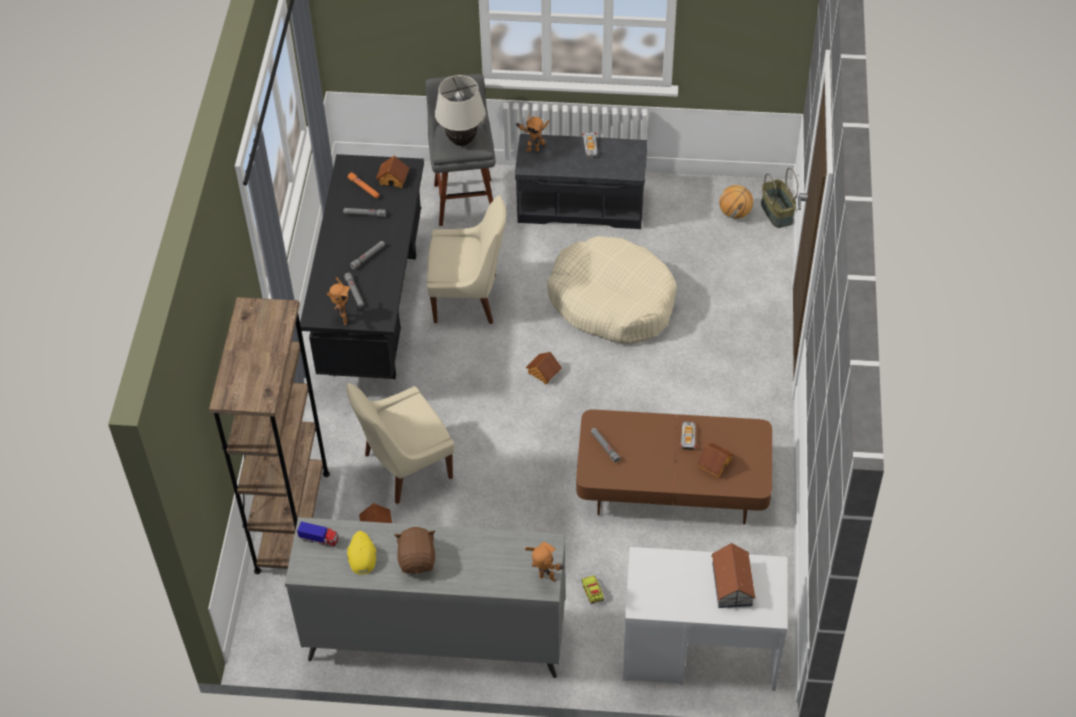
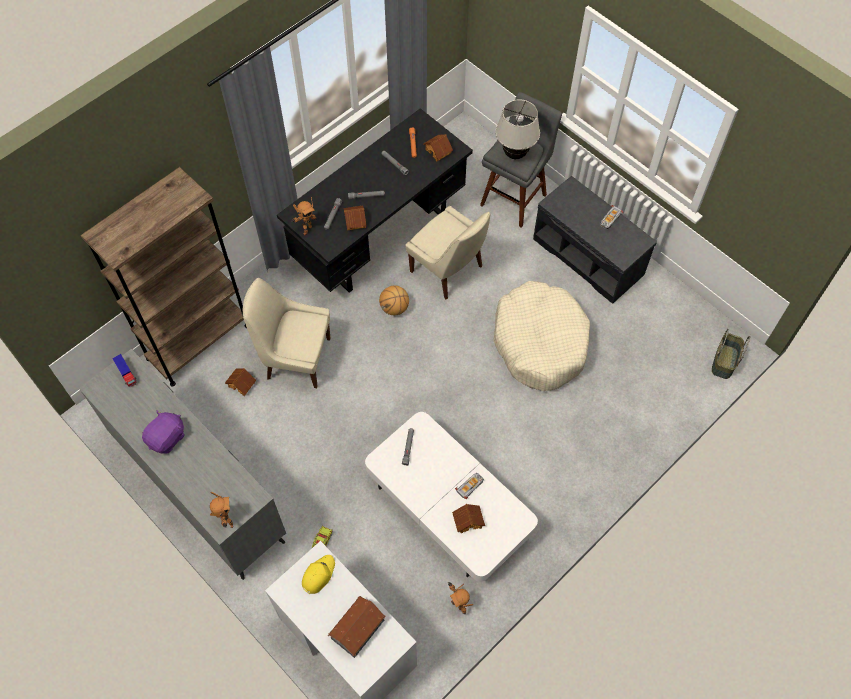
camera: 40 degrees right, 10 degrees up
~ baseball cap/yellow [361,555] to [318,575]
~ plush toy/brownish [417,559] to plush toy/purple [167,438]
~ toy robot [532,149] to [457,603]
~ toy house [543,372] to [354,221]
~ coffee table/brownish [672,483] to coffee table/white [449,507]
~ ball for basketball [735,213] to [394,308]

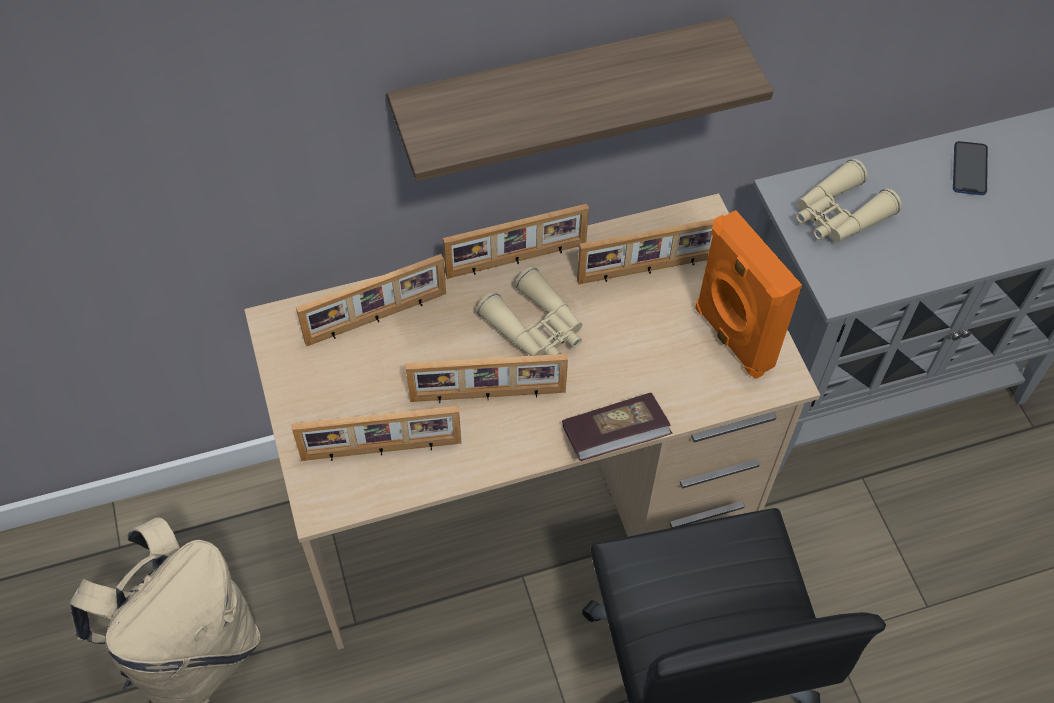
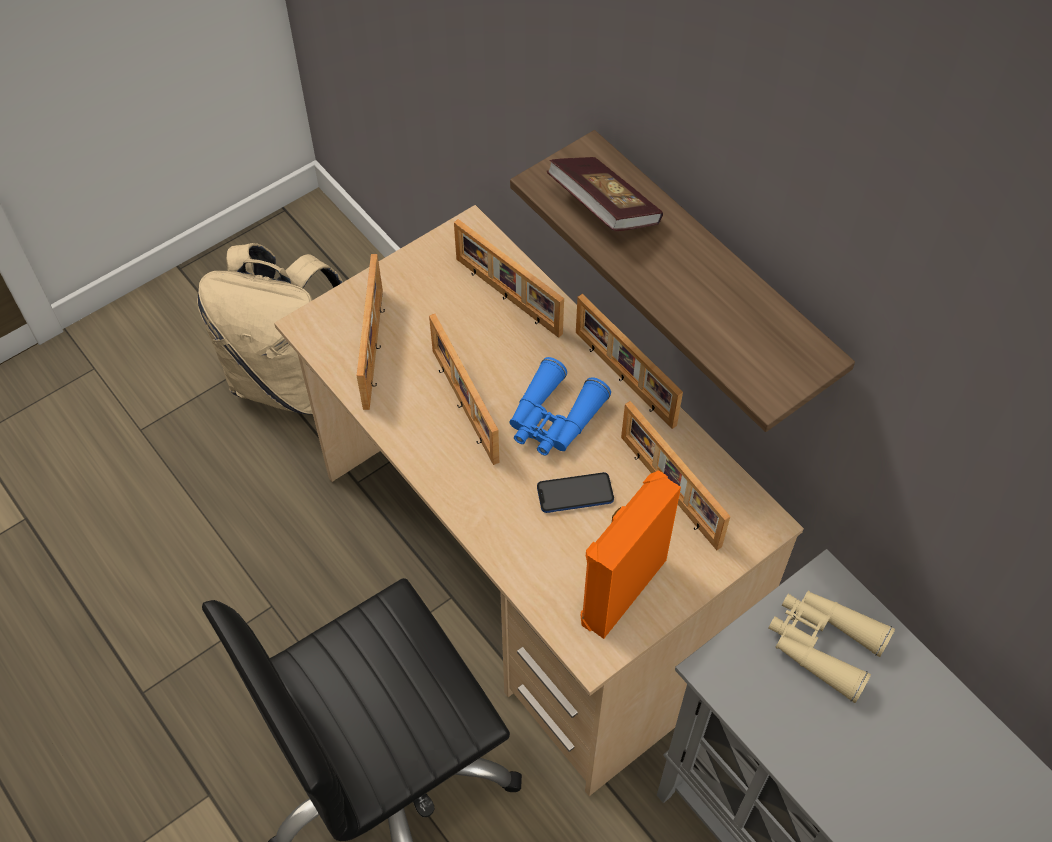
camera: 70 degrees right, 0 degrees up
~ picture frame [381,451] = [375,348] 150 degrees counterclockwise
~ pair of binoculars/beige [536,328] to pair of binoculars/blue-coloured [553,419]
~ bound book [614,437] to [603,209]
~ handset [969,169] to [575,494]

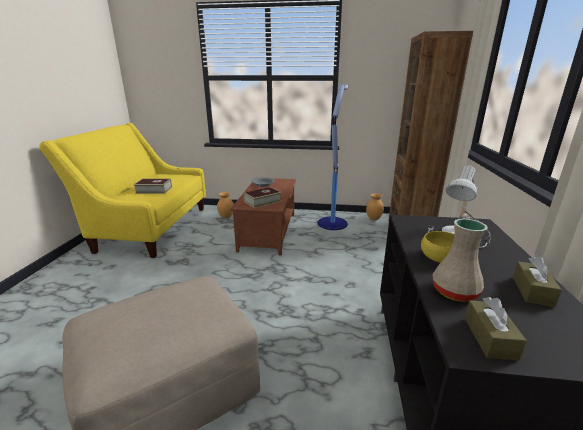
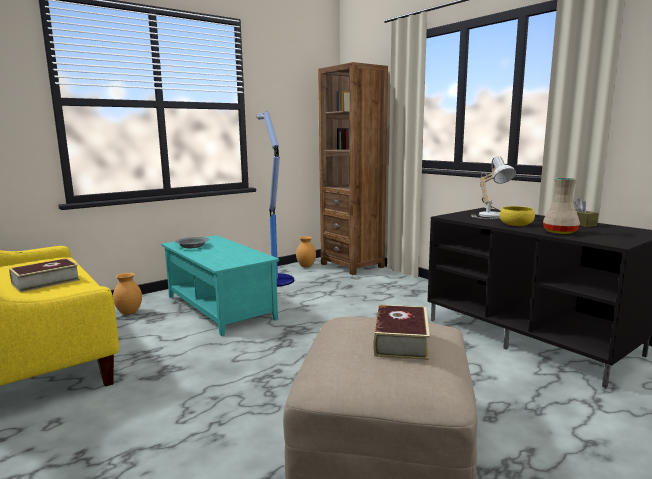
camera: 45 degrees left, 10 degrees down
~ coffee table/brownish [267,231] to coffee table/turquoise [218,307]
~ bound book [262,201] to [401,341]
- tissue holder/brownish [489,338]

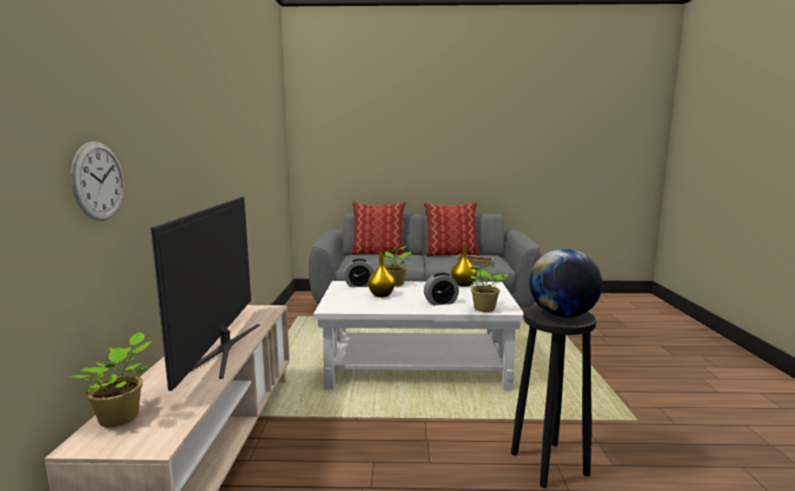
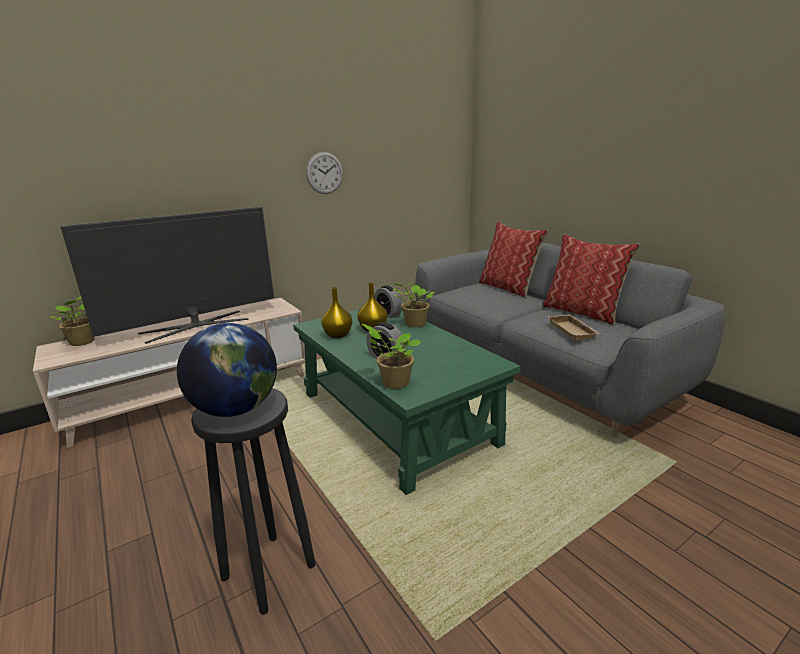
camera: 55 degrees right, 10 degrees up
~ clock on the wall [98,181] to [324,173]
~ coffee table/white [417,365] to coffee table/green [396,418]
~ vase/yellow [463,284] to [338,335]

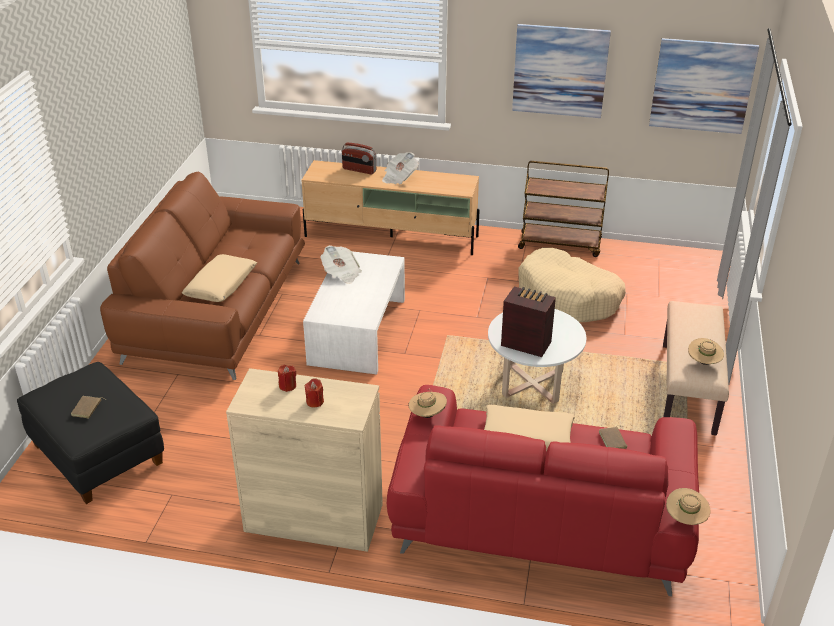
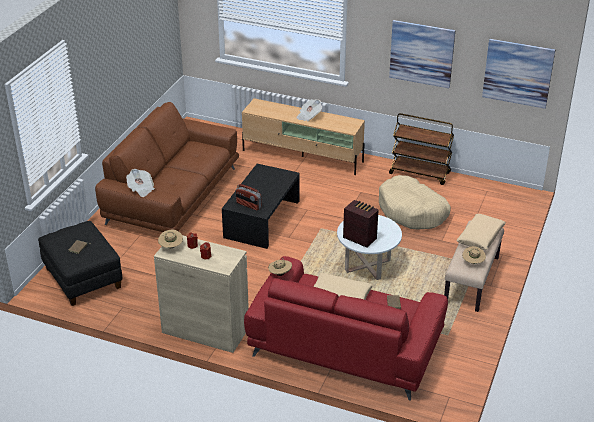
camera: 10 degrees right, 0 degrees up
~ cushion/beige [221,285] to [480,237]
~ coffee table/white [357,331] to coffee table/blackish [261,219]
~ daily paper [341,273] to [141,189]
~ radio set [359,170] to [248,205]
~ hat/beige [685,518] to [171,246]

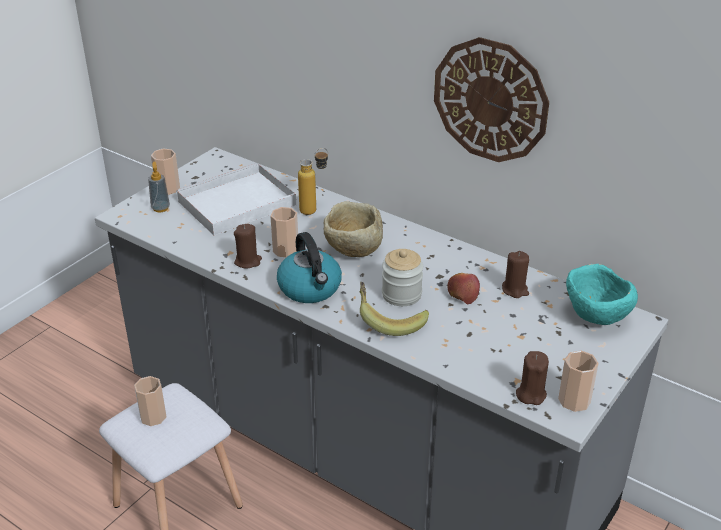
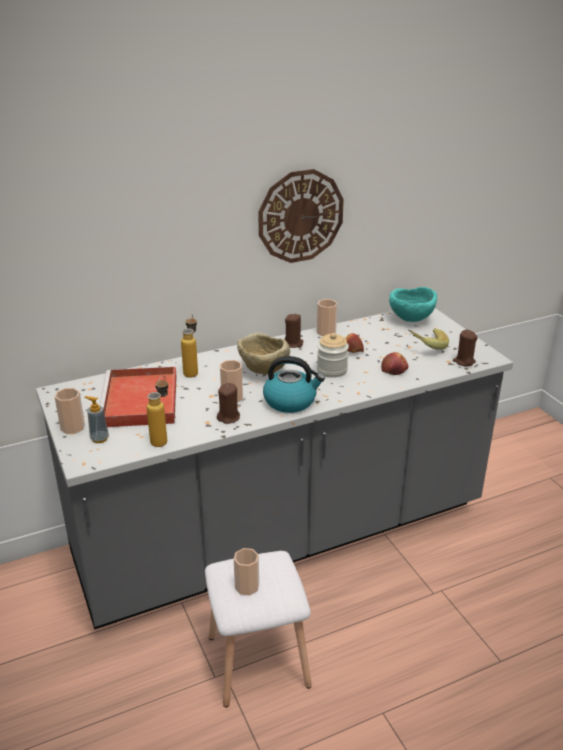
camera: 60 degrees left, 5 degrees down
~ carrying tray/white [235,204] to carrying tray/reddish [141,401]
~ banana [390,320] to [426,346]
~ candle/brownish [515,290] to [293,343]
~ small cup [574,400] to [326,332]
+ bottle [162,439]
+ whole apple [394,369]

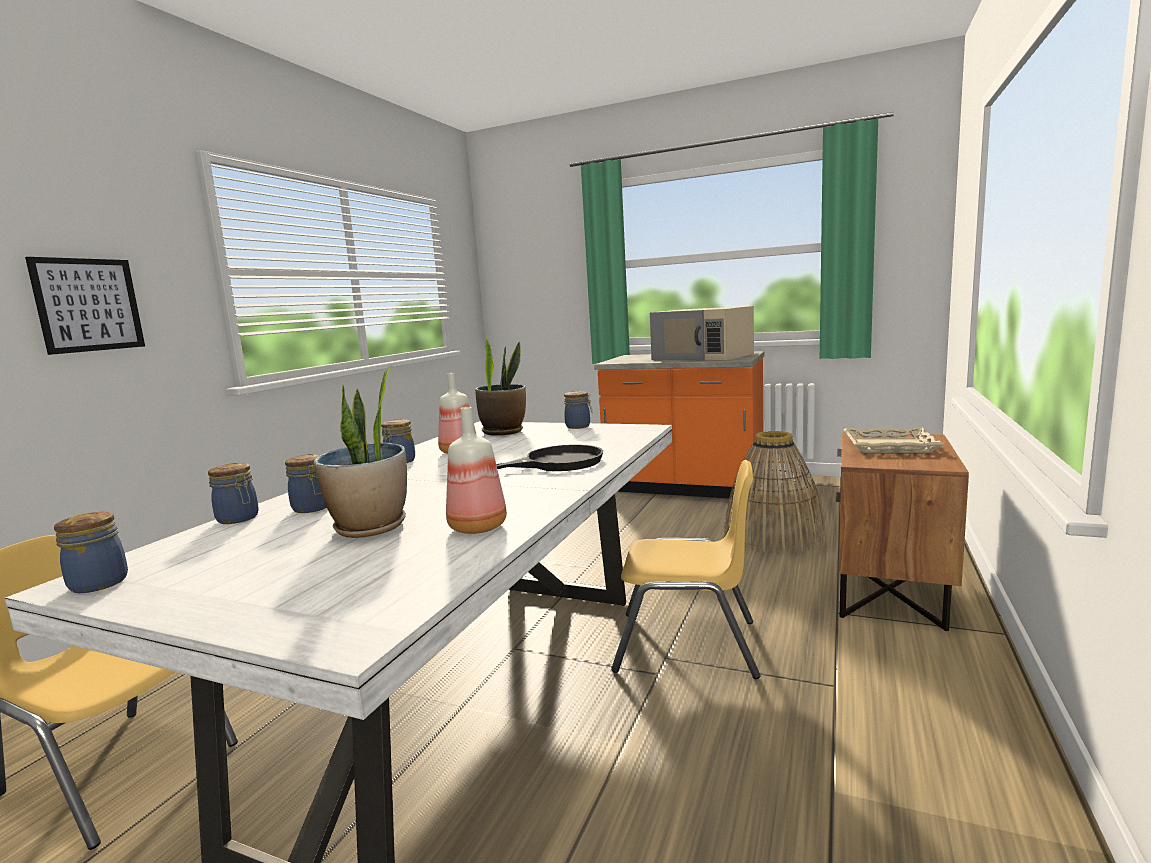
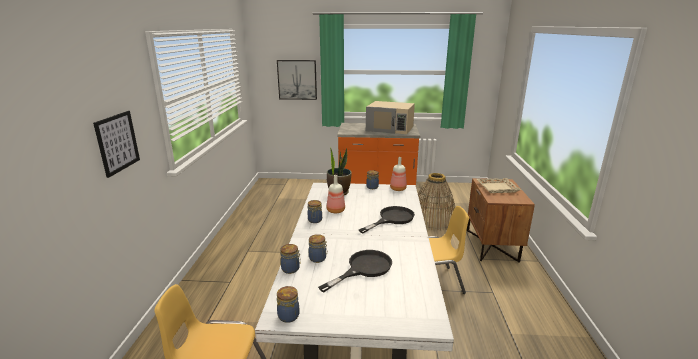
camera: 20 degrees left, 10 degrees up
~ houseplant [371,527] to pan/blackish [363,268]
~ bottle [476,527] to [397,189]
+ wall picture [297,79]

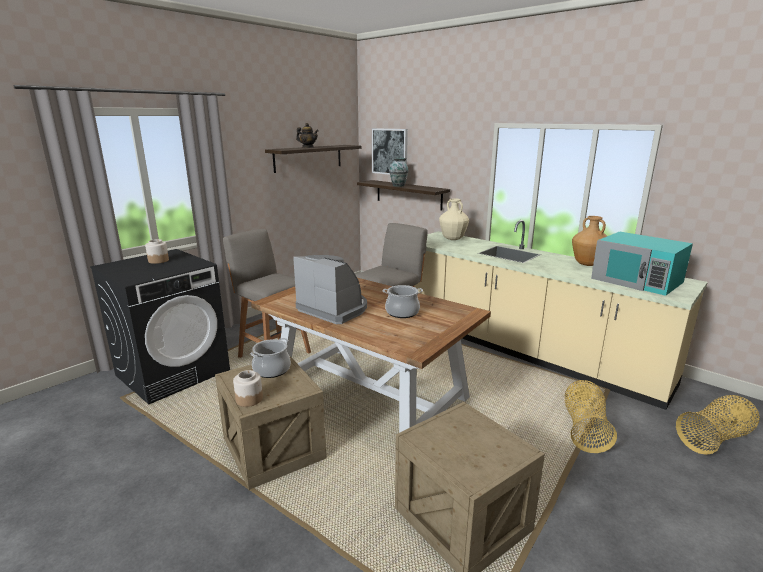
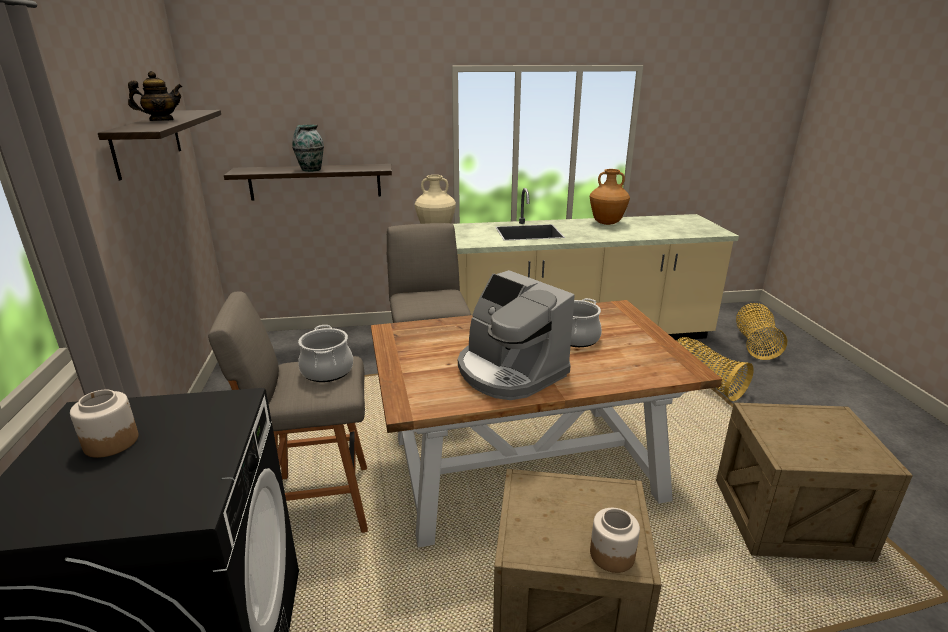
camera: 50 degrees left, 5 degrees up
~ saucepot [271,370] to [327,371]
~ coffee maker [334,309] = [509,371] 120 degrees counterclockwise
- wall picture [390,151]
- microwave/turquoise [637,280]

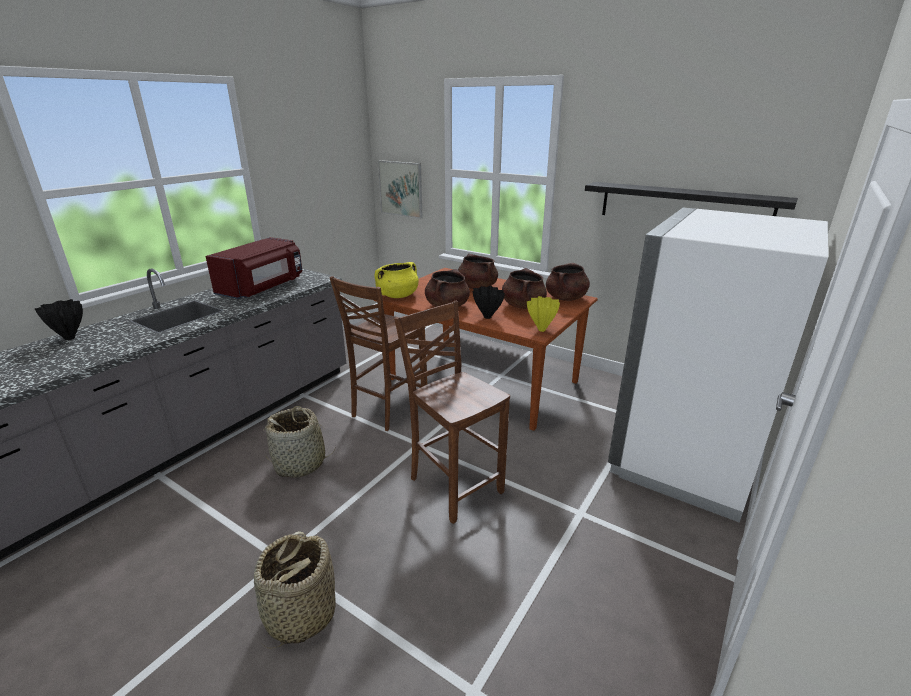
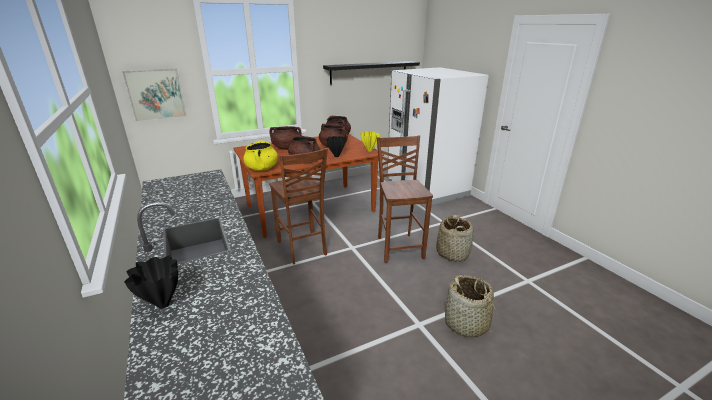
camera: 60 degrees left, 0 degrees up
- microwave/reddish [263,288]
~ basket [300,464] to [452,253]
~ plain chair/brownish [454,485] = [399,247] 90 degrees clockwise

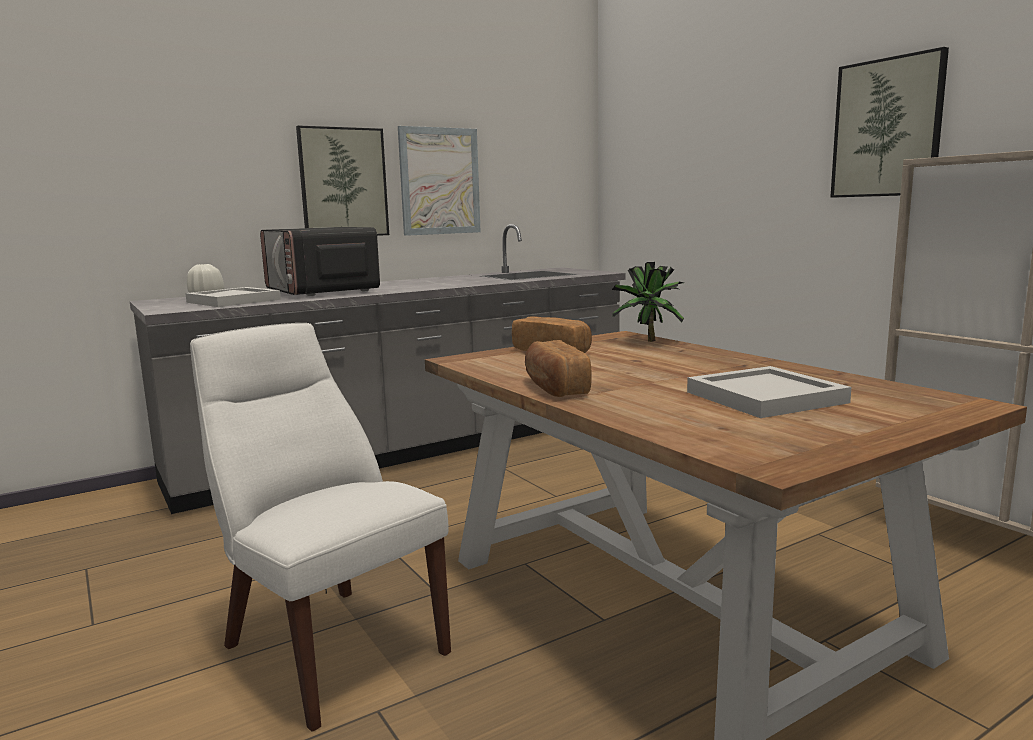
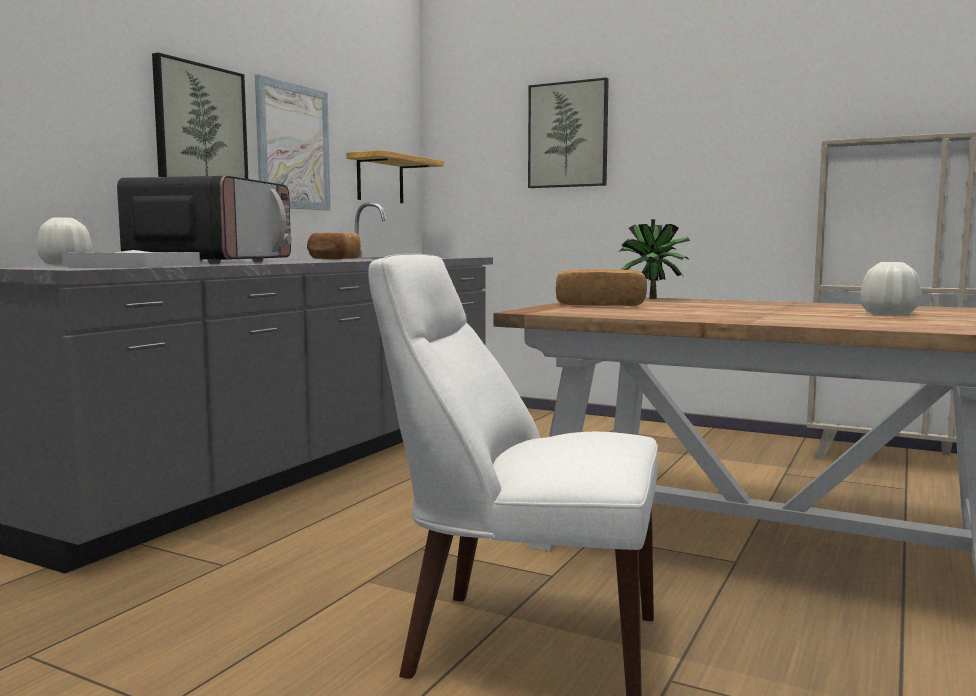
camera: 30 degrees left, 5 degrees down
~ microwave [322,291] = [213,262] 105 degrees counterclockwise
~ bakery bread [554,388] to [332,259]
~ carrying tray/white [765,398] to vase/white [888,314]
~ wall picture [887,128] to [568,135]
+ wall shelf [380,179]

